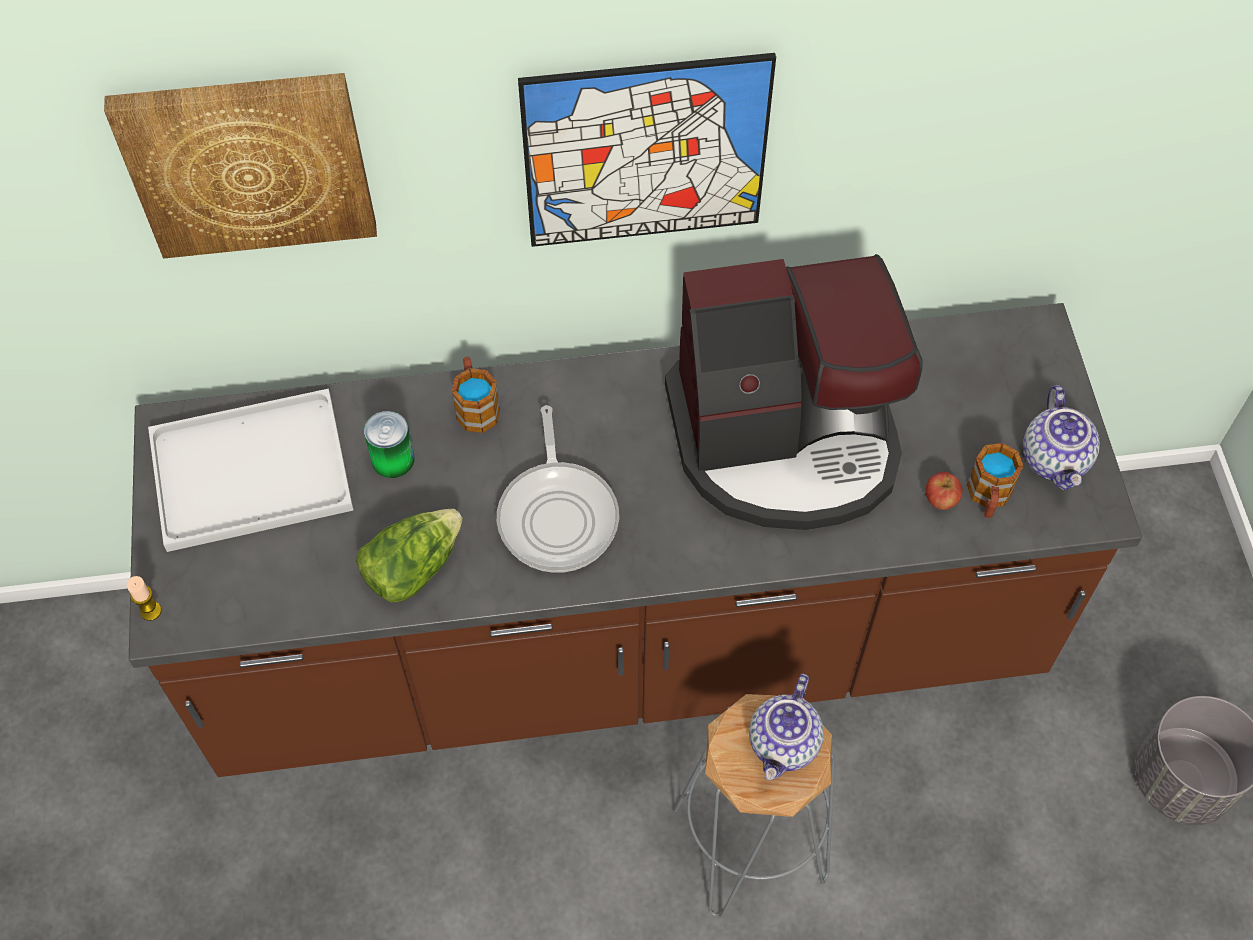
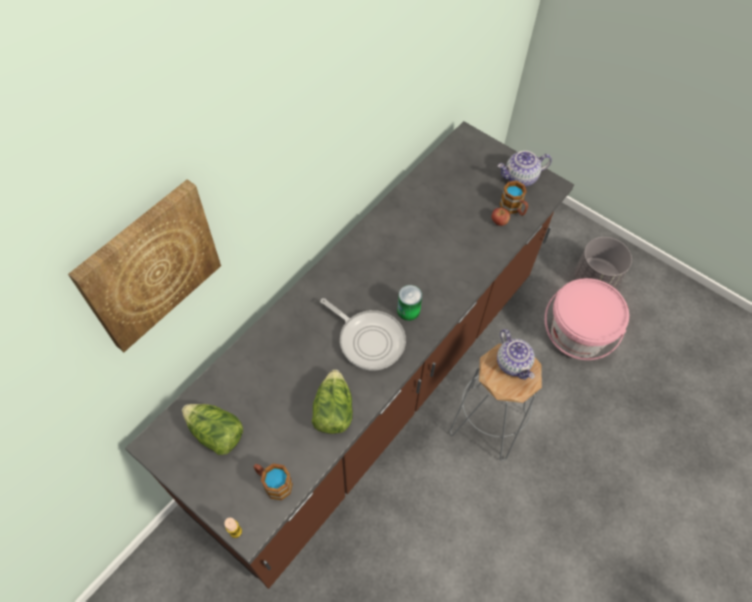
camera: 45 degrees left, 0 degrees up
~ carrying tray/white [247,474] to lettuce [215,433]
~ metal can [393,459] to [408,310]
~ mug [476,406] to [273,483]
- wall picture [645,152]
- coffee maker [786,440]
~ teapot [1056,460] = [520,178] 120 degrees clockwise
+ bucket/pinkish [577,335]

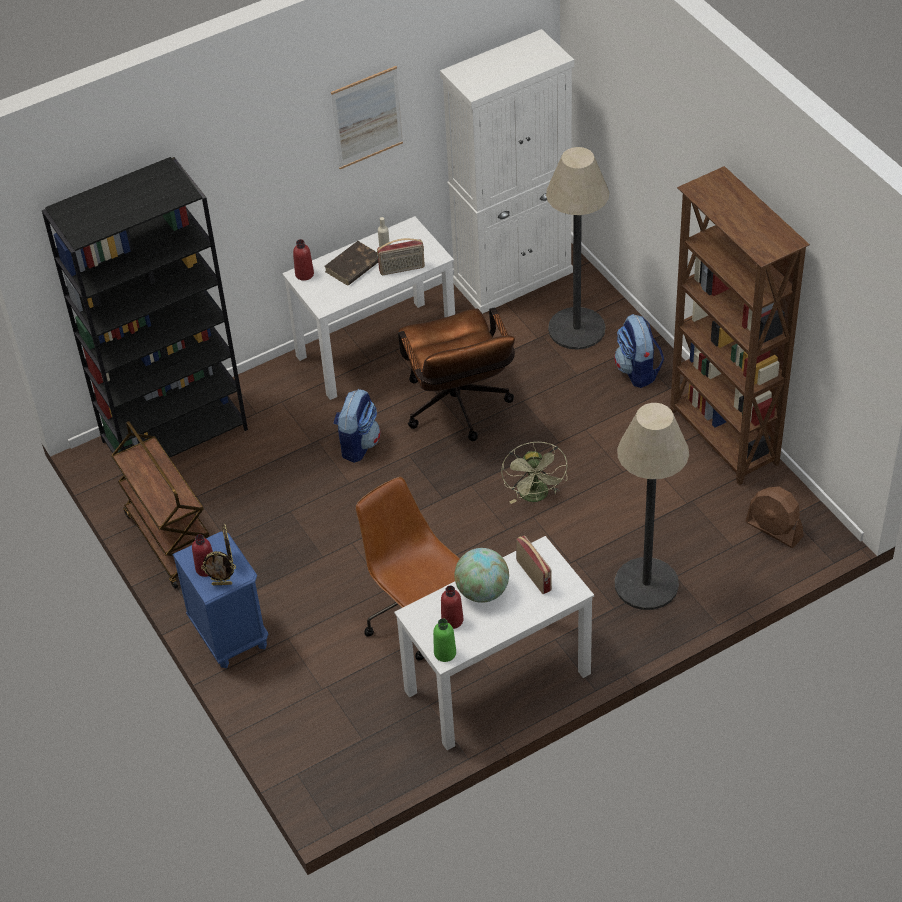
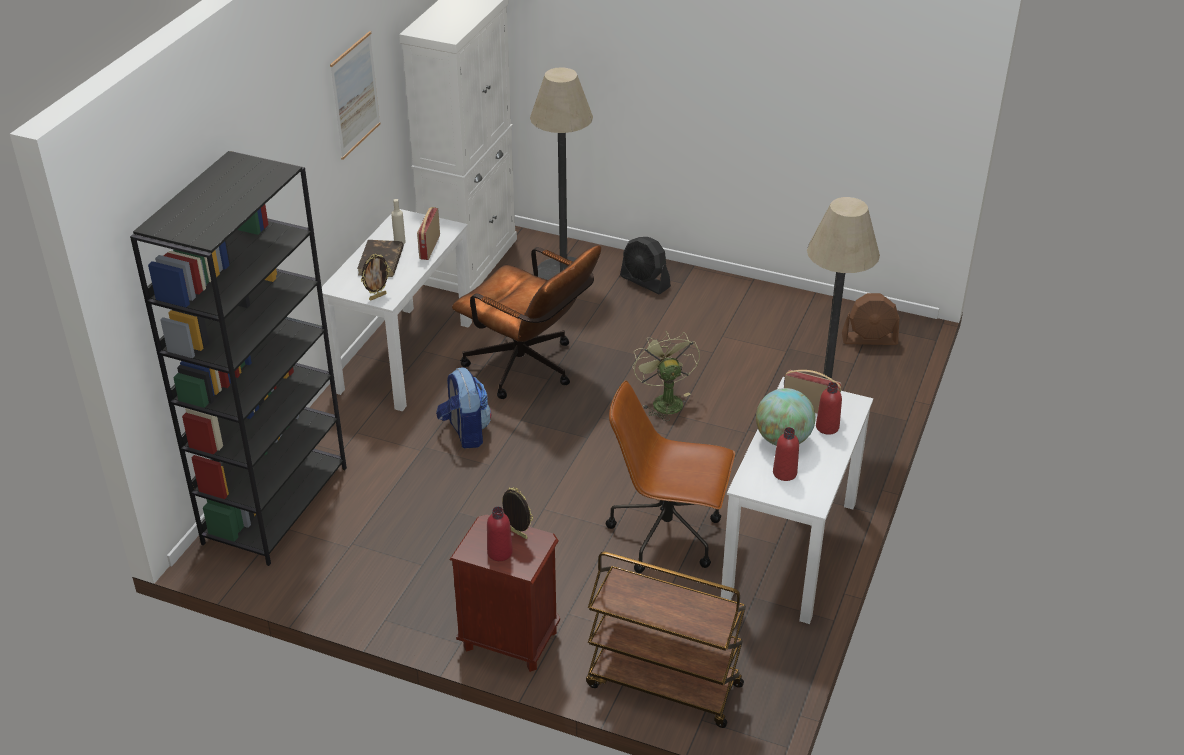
camera: 40 degrees left, 10 degrees down
~ wheeled cart/brownish [169,541] to [663,685]
~ night table/blue-coloured [230,635] to night table/brownish [509,640]
~ picture frame [222,583] to [377,296]
~ bottle/reddish [304,274] to [827,427]
~ radio set [402,269] = [429,247] 150 degrees clockwise
- bottle/green [445,653]
~ fan/green [536,496] = [664,400] 150 degrees counterclockwise
~ rucksack [638,371] to fan/blackish [645,282]
- bookcase/brownish [723,439]

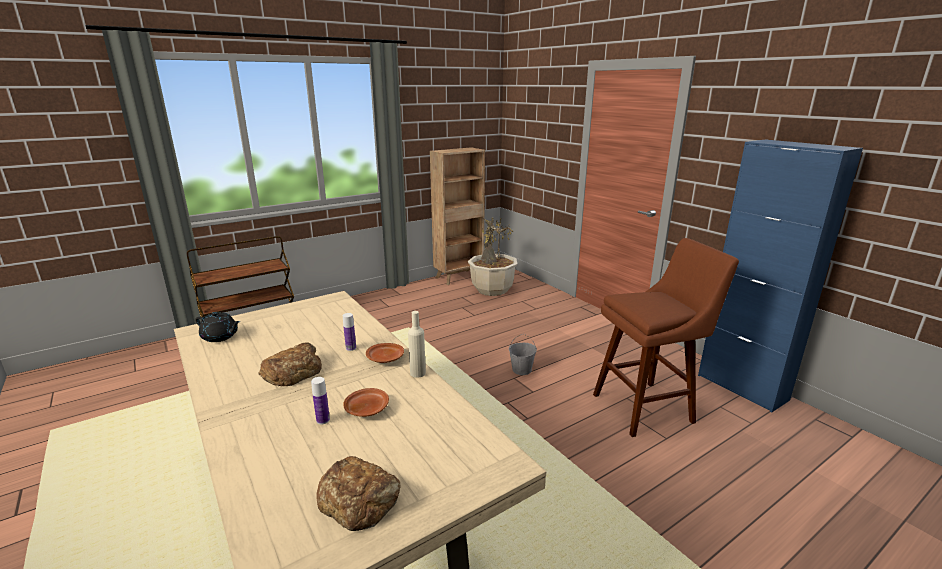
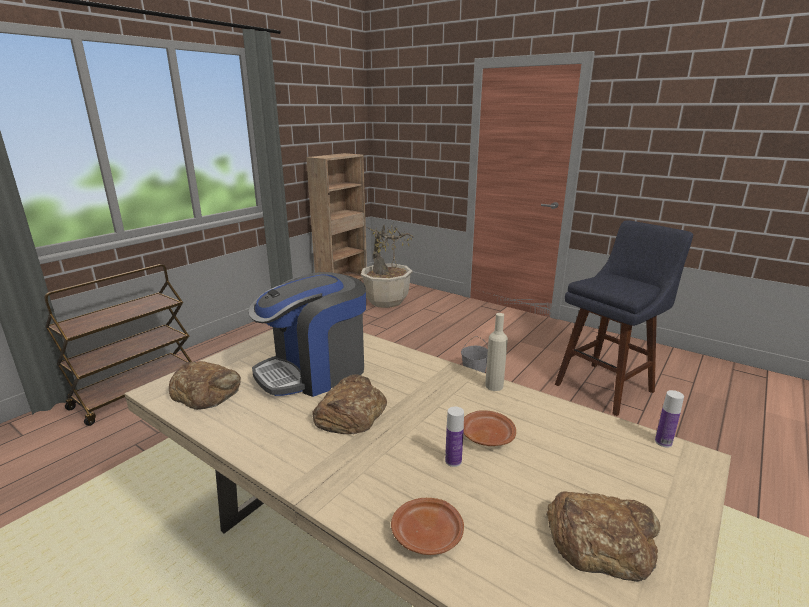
camera: 20 degrees left, 0 degrees up
~ teapot/blackish [220,337] to bakery bread [206,391]
~ bottle [351,348] to [663,442]
~ flat dish/brownish [386,359] to [428,535]
~ sitting stool/brownish [648,407] to sitting stool/blue-coloured [607,386]
- cabinet/blue-coloured [742,387]
+ coffee maker [314,371]

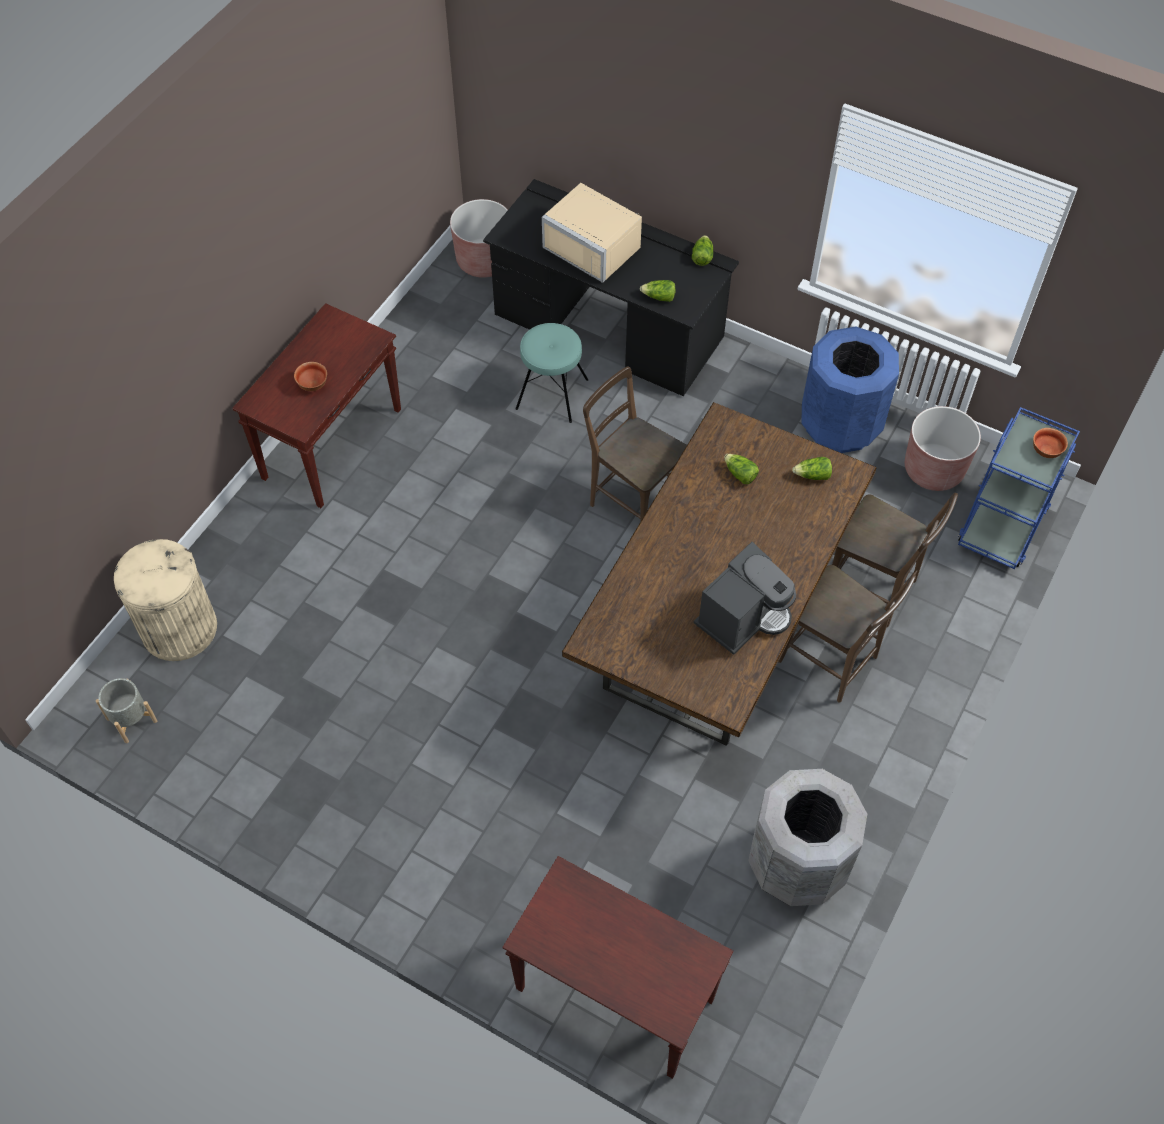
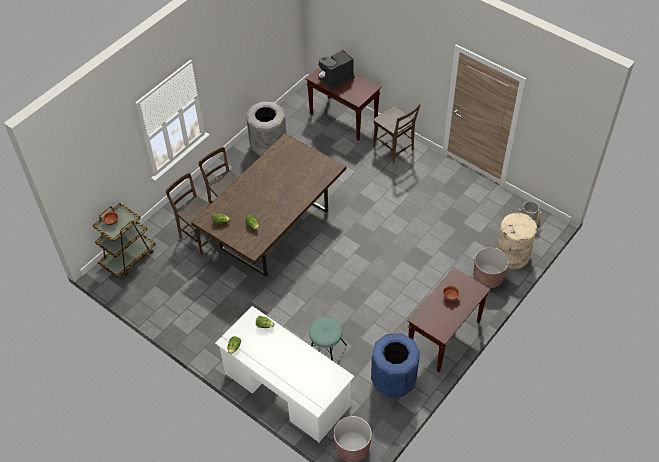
camera: 170 degrees left, 5 degrees down
~ desk/blackish [609,326] to desk/white [286,390]
- microwave/beige [596,246]
~ plain chair/brownish [632,501] to [394,149]
~ coffee maker [743,617] to [335,79]
~ rubbish bin/blue-coloured [840,425] to [393,380]
~ plant pot/brownish [933,469] to [488,277]
~ wheeled cart/blue-coloured [1003,524] to wheeled cart/brownish [128,257]

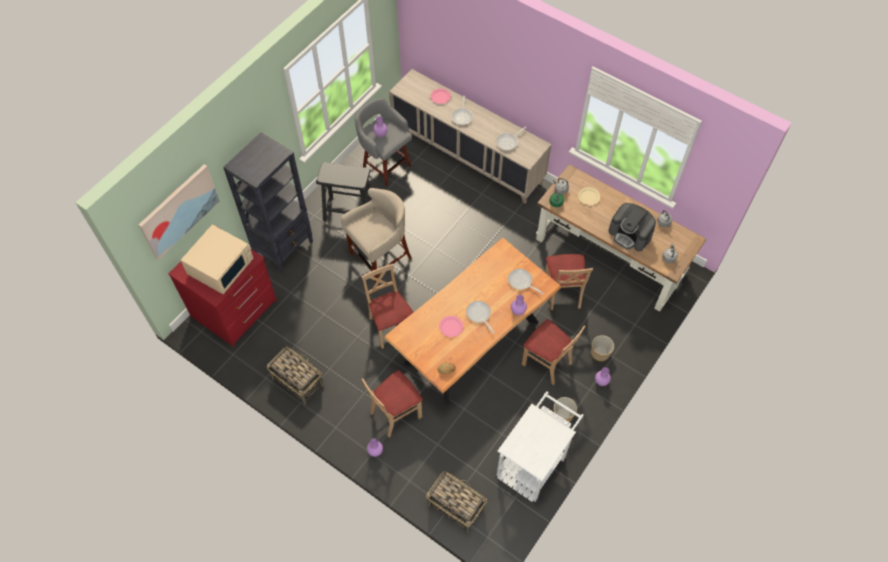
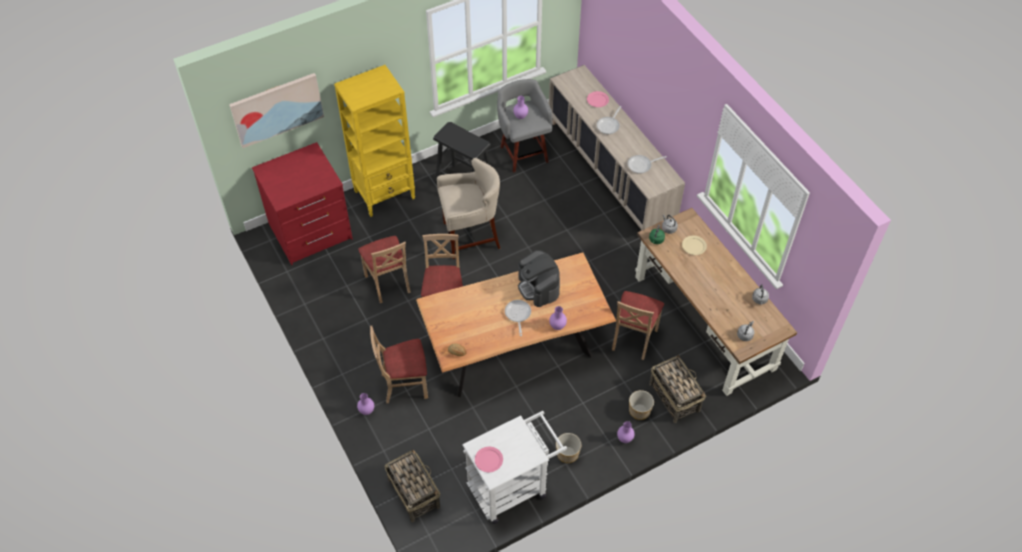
camera: 25 degrees right, 5 degrees down
- microwave/beige [221,266]
~ bookcase/blackish [284,248] to bookcase/yellow [385,195]
~ basket [297,381] to [674,396]
~ flat dish/pinkish [451,327] to [488,460]
- pan [521,282]
~ plain chair/beige [547,363] to [388,283]
~ coffee maker [630,234] to [538,287]

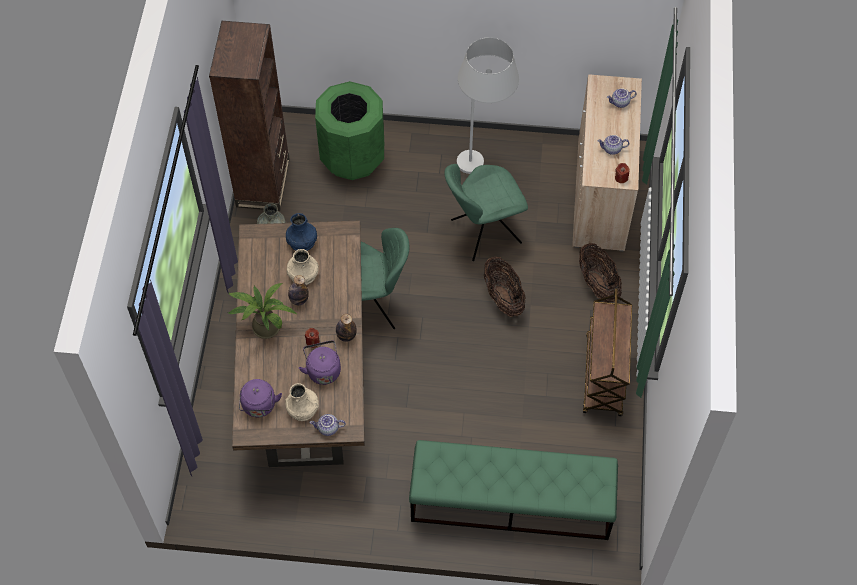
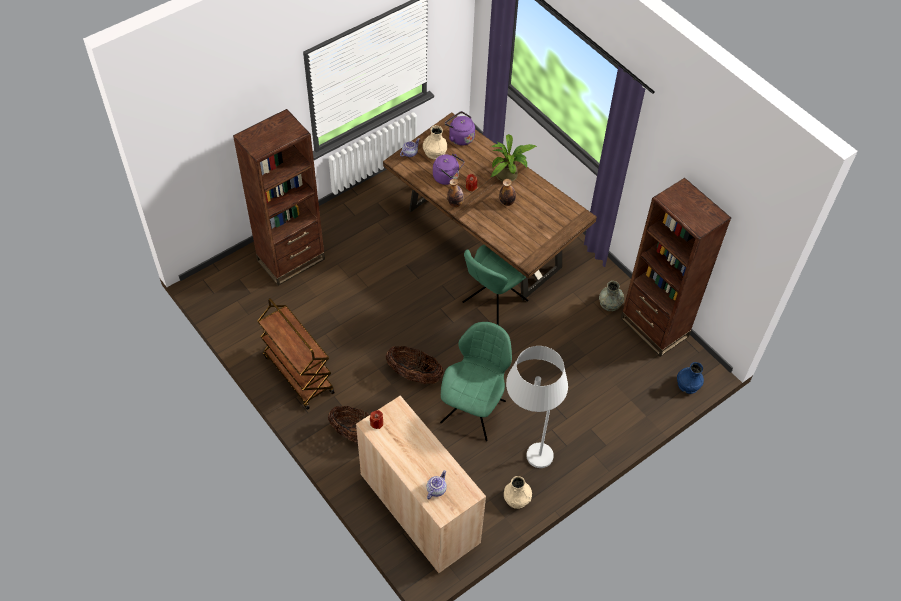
camera: 135 degrees right, 5 degrees down
~ vase/blue-coloured [302,242] to [688,384]
~ vase/beige [303,274] to [517,498]
- rubbish bin/green [352,156]
~ indoor bench/green [510,502] to bookcase/brownish [291,260]
- teapot [611,149]

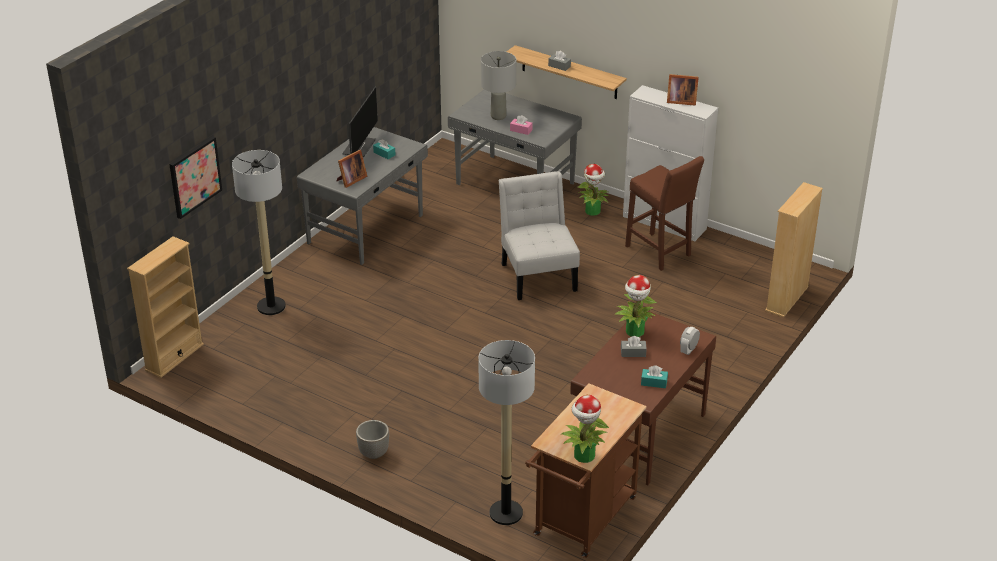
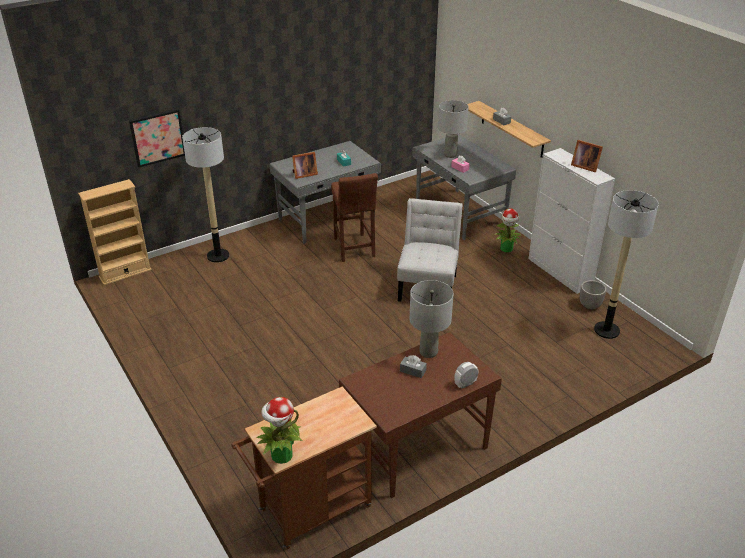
camera: 25 degrees right, 0 degrees up
- monitor [359,147]
~ plant pot [373,453] to [589,305]
~ floor lamp [505,513] to [606,330]
~ houseplant [635,332] to table lamp/gray [429,352]
~ sitting stool/brownish [659,253] to [354,249]
- tissue holder/turquoise [654,382]
- bookcase/beige [787,299]

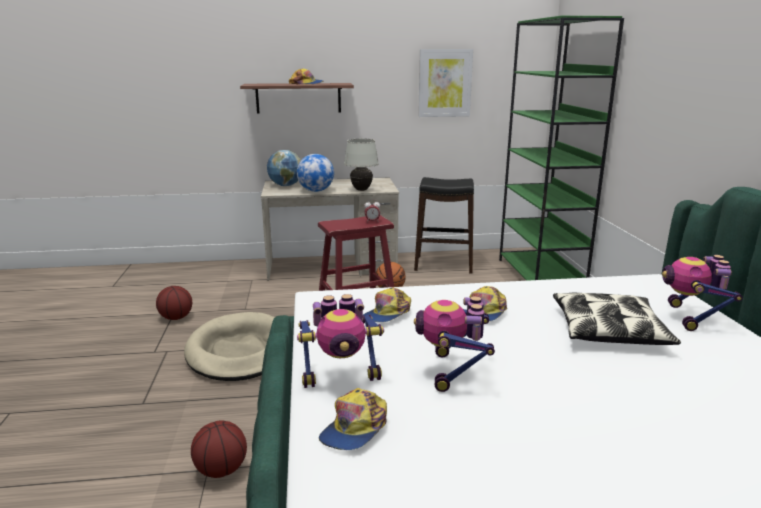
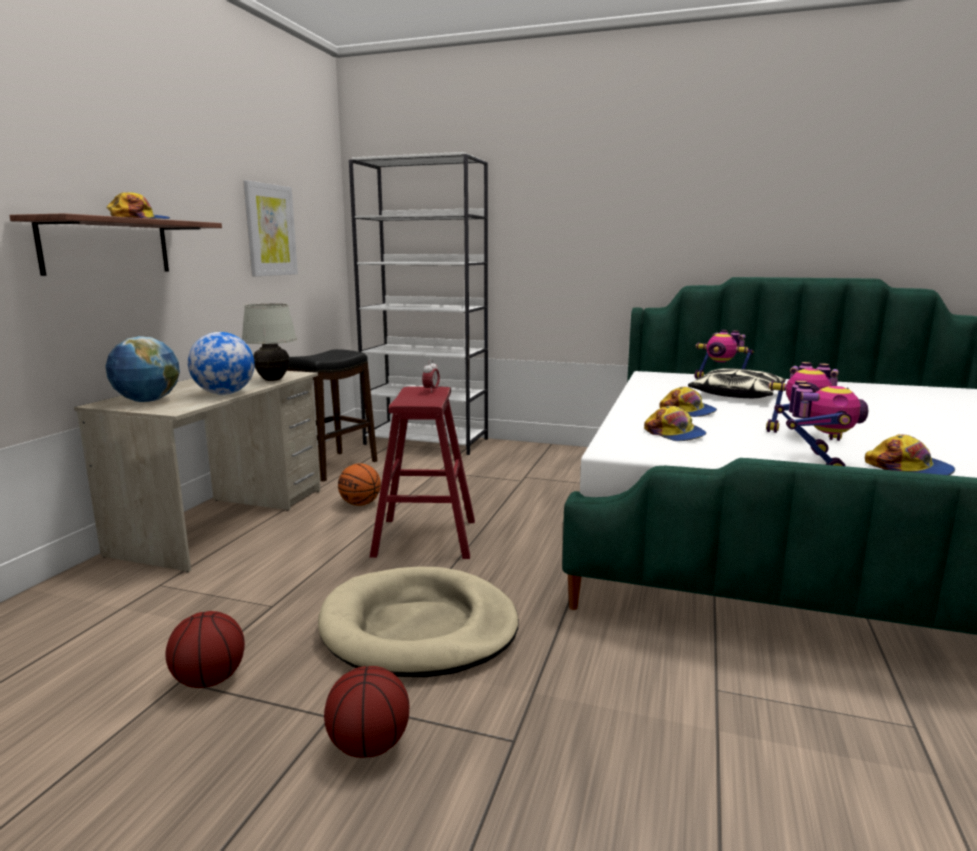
camera: 65 degrees left, 5 degrees down
~ ball for basketball [221,470] to [368,746]
~ bookcase/green [540,276] to bookcase/white [427,441]

